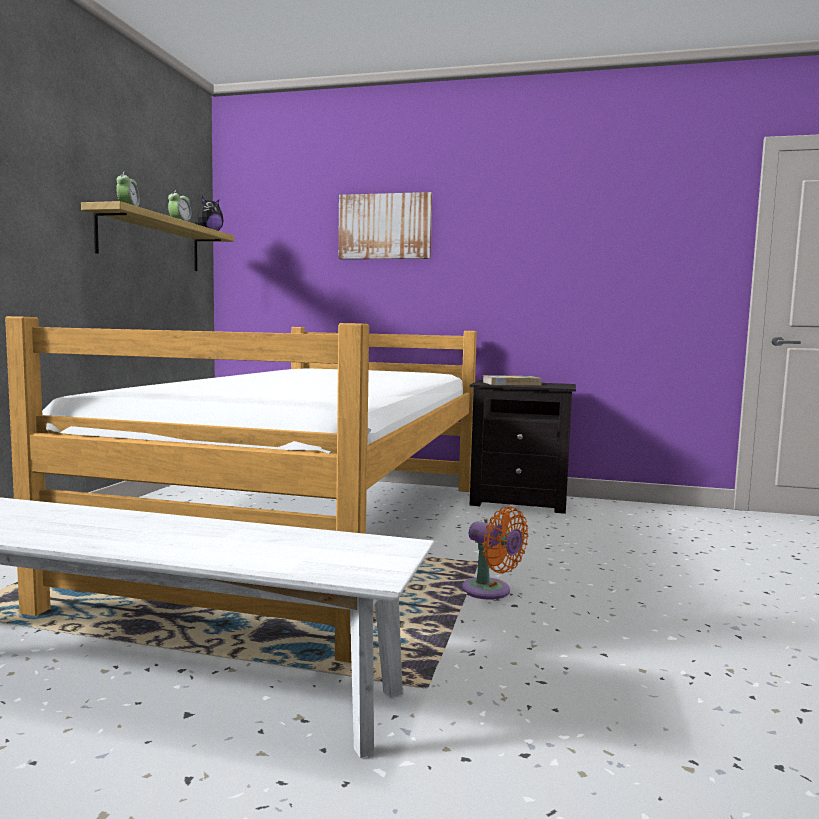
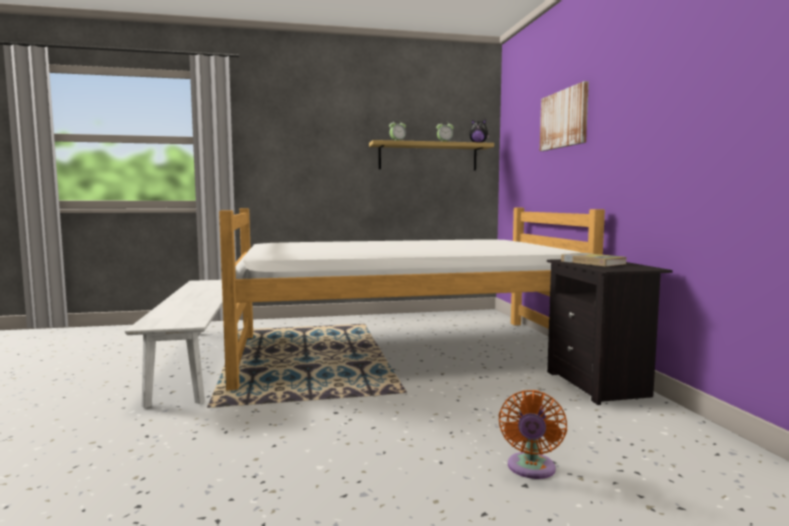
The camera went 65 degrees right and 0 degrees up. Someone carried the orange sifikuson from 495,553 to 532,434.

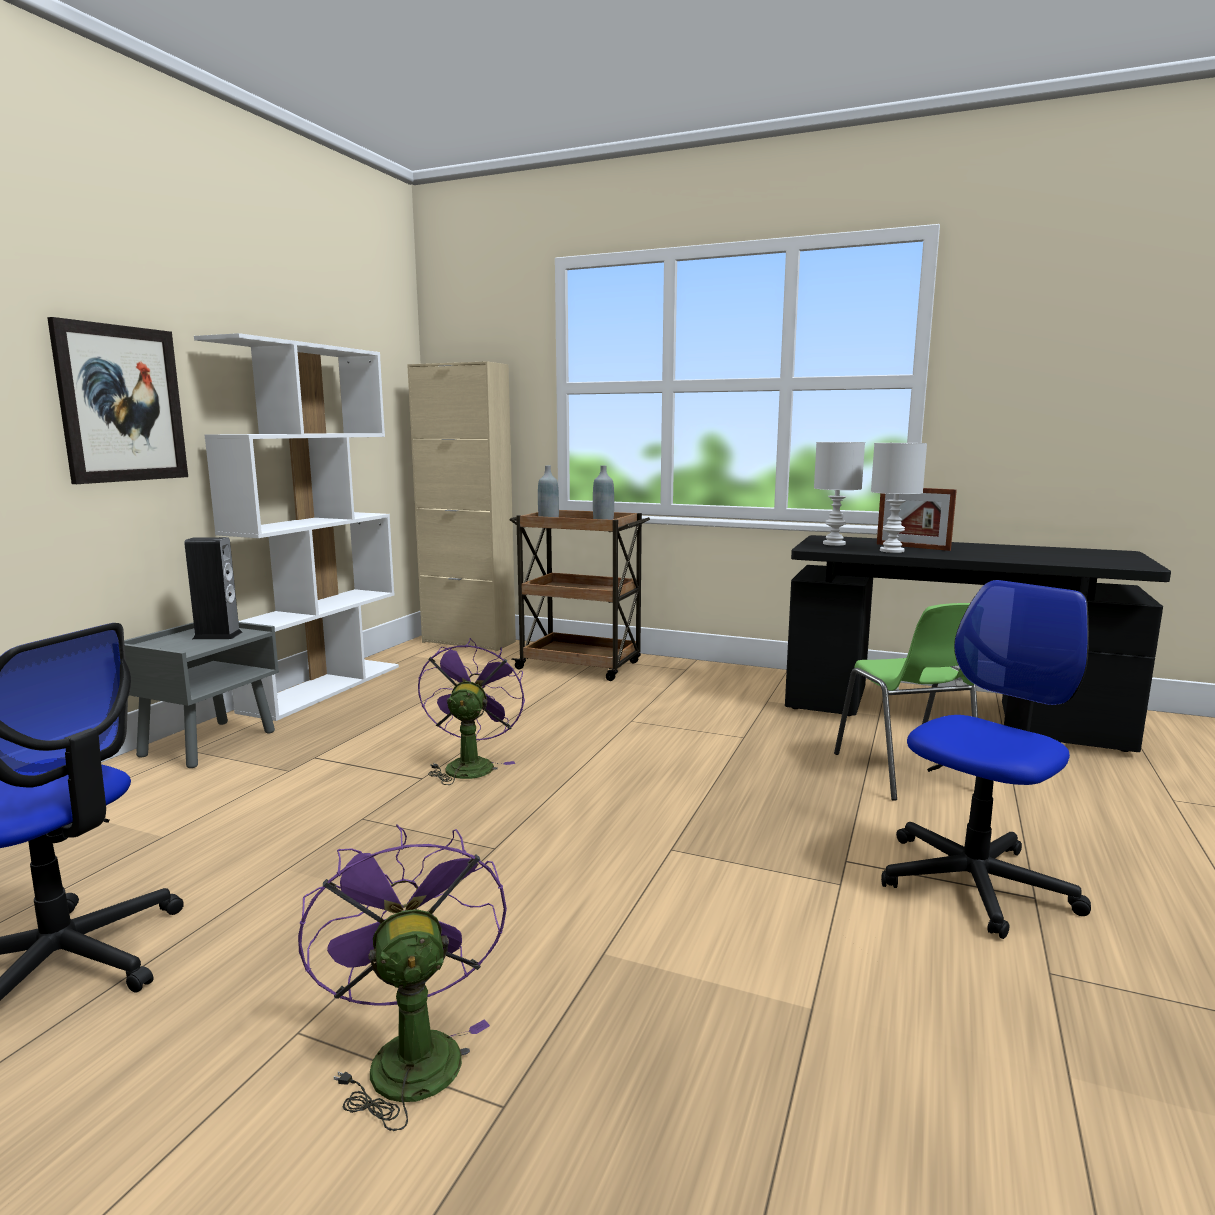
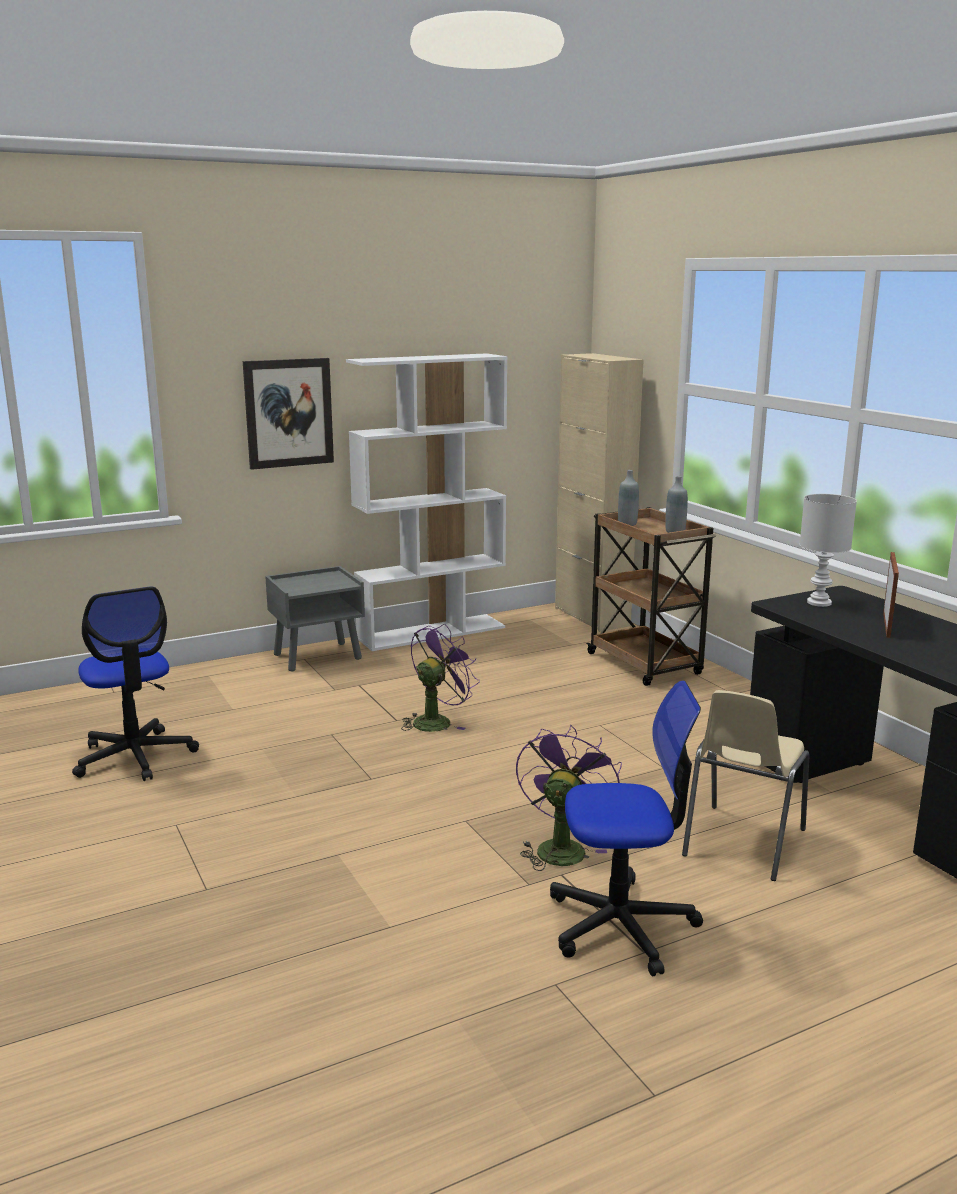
The camera went 40 degrees right and 5 degrees up. Someone carried the purple sifikuson from 402,977 to 569,798. Someone repainted the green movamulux at 906,702, which became the beige movamulux at 745,785. Someone rotated the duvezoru at 917,519 by 150 degrees counterclockwise. Someone took away the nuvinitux at 213,588. Someone took away the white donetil at 899,498.

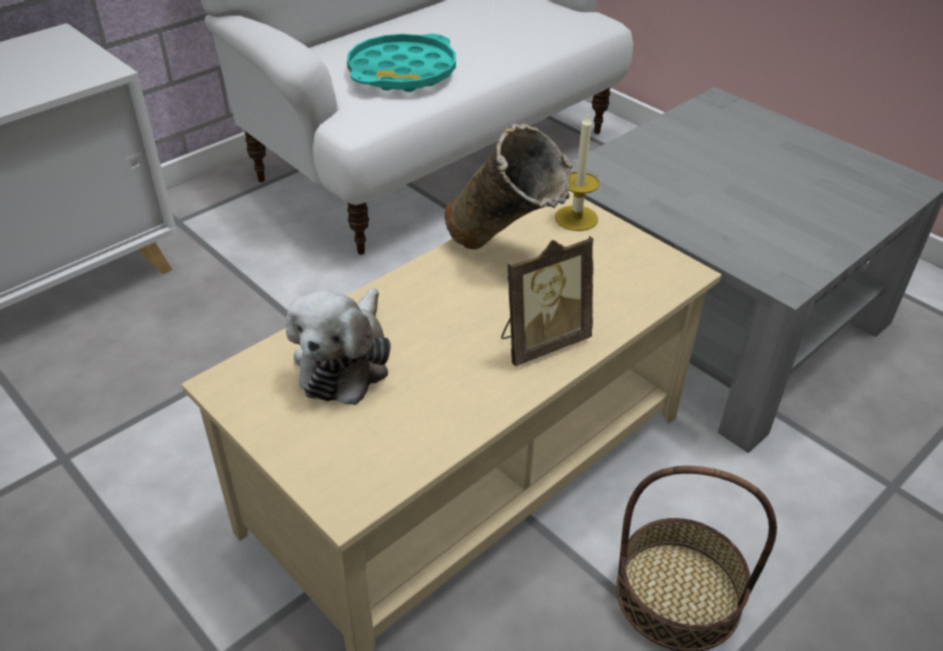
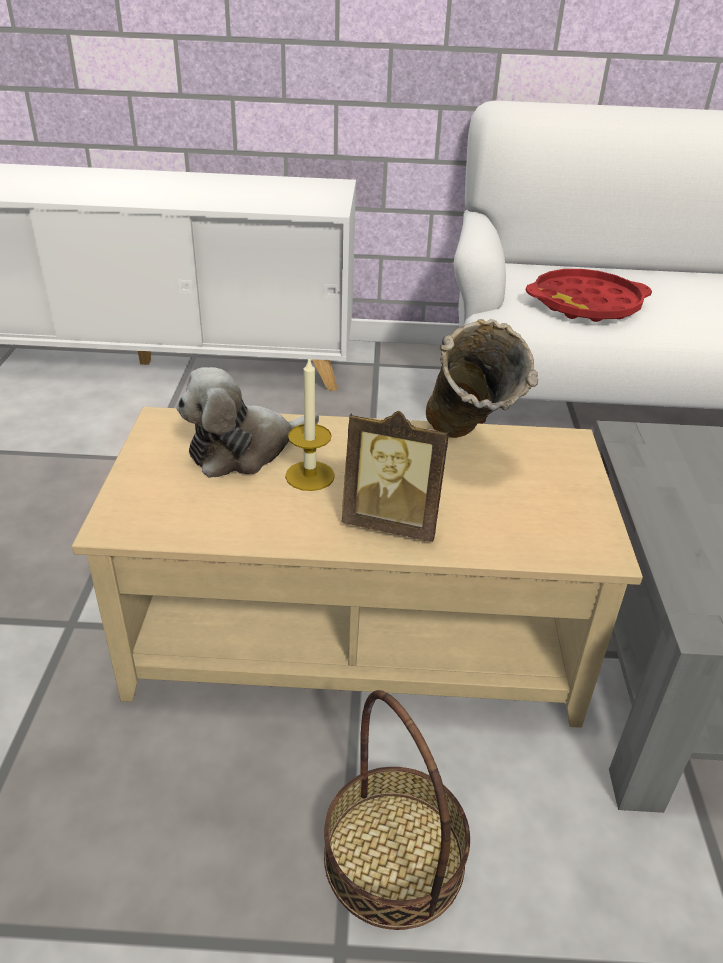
The camera went 45 degrees right and 5 degrees down. Someone carried the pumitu from 577,172 to 310,424. Someone repainted the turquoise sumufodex at 401,63, which became the red sumufodex at 589,295.

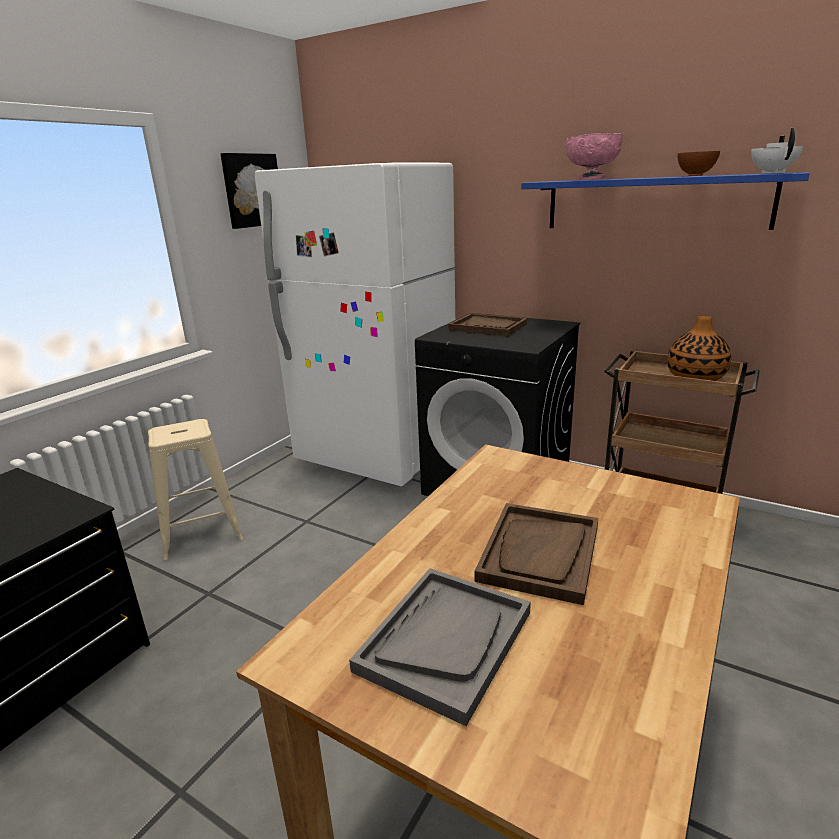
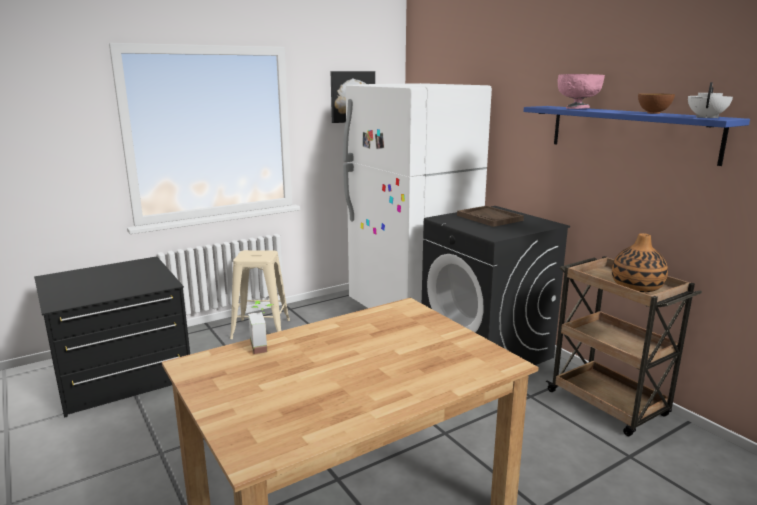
The camera went 25 degrees right and 5 degrees down. Someone put down the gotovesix at 261,327. Someone took away the grey sumufodex at 440,647. Someone took away the brown sumufodex at 536,554.

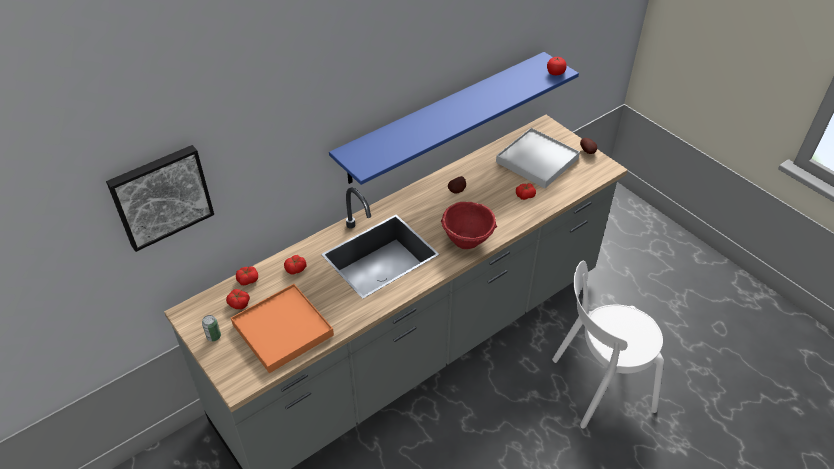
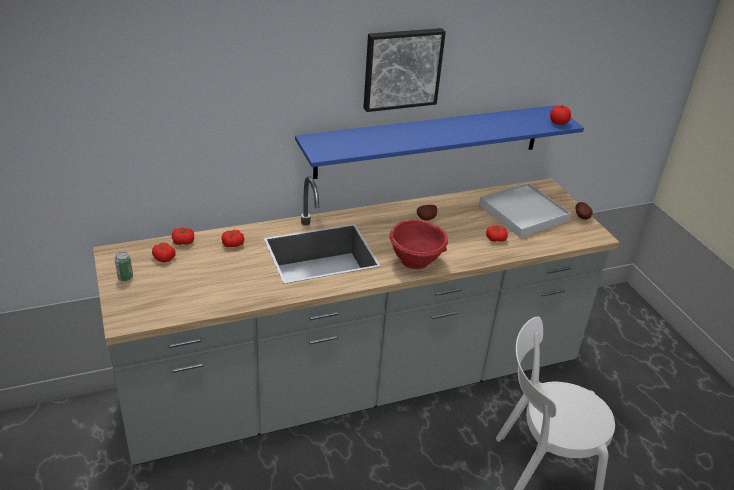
The camera went 15 degrees right and 10 degrees down. Someone carried the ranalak from 160,198 to 404,70. Someone took away the orange sumufodex at 282,328.

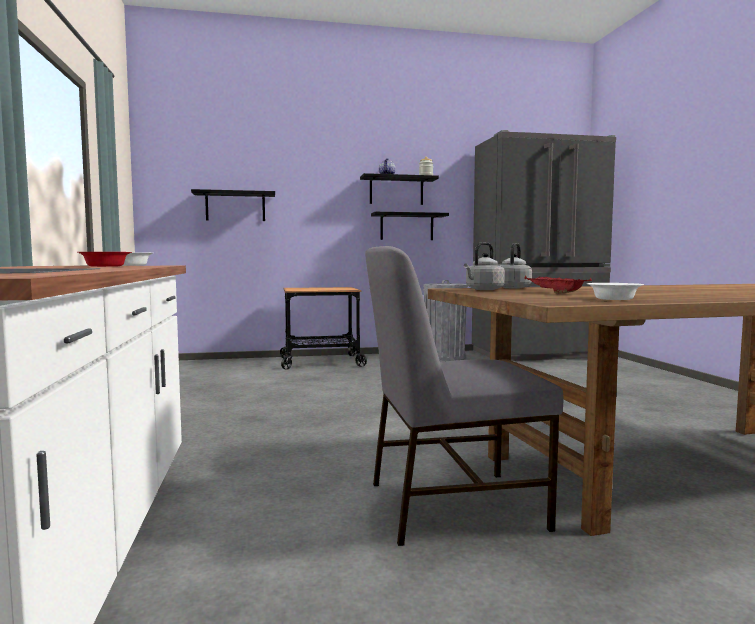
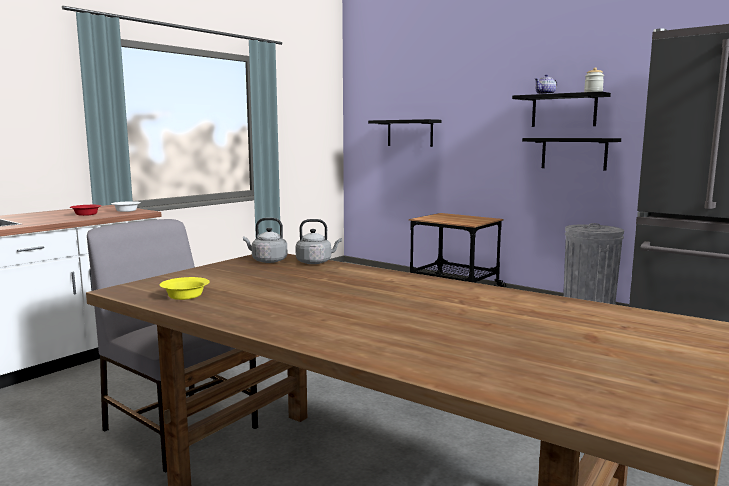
The camera went 50 degrees right and 5 degrees up. Someone repainted the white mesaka at 615,291, which became the yellow mesaka at 185,288. Someone took away the red sumufodex at 558,284.

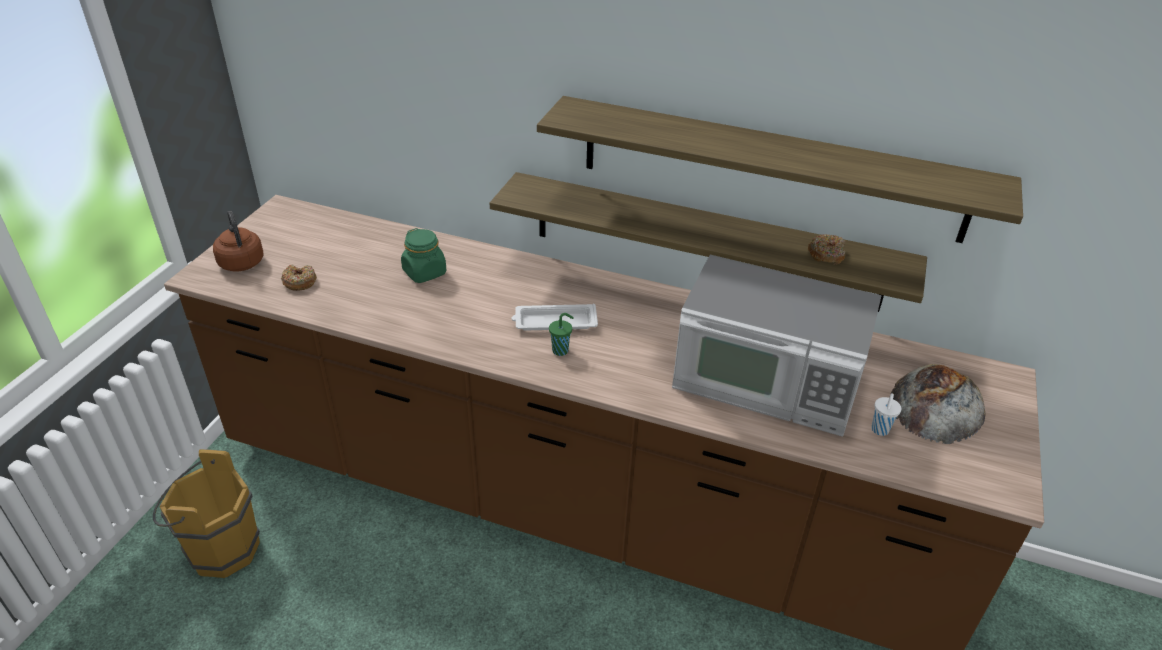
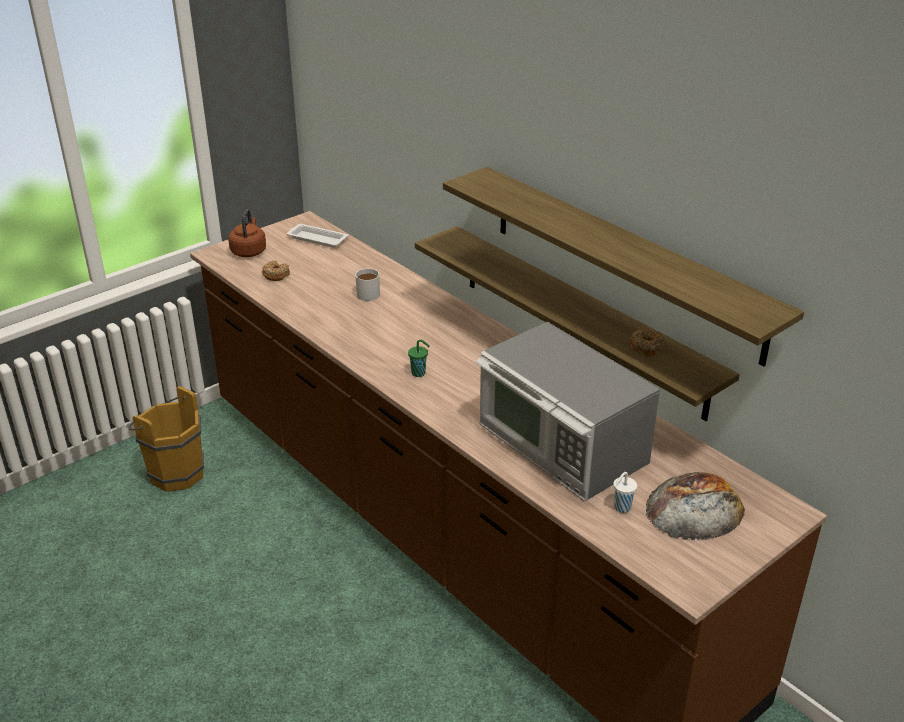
The camera went 30 degrees right and 5 degrees down. Someone carried the white sumufodex from 554,317 to 318,236. Someone swapped the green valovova at 423,255 for the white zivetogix at 367,285.

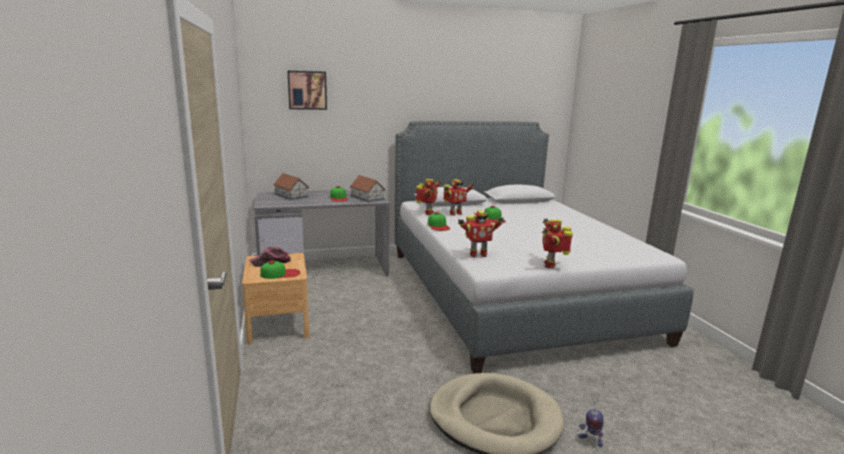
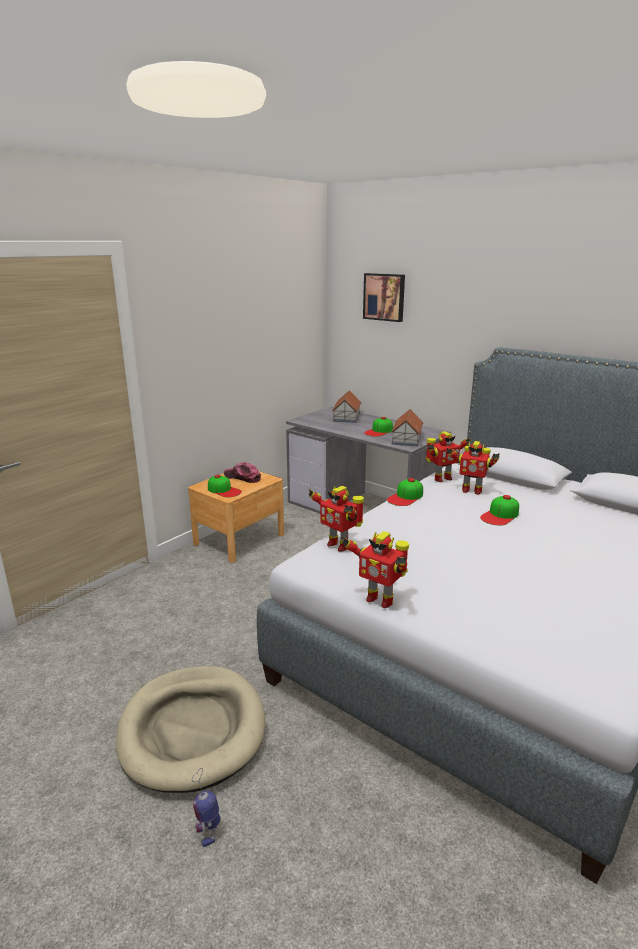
The camera went 55 degrees right and 5 degrees up. Someone rotated the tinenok at 557,243 by 120 degrees counterclockwise.

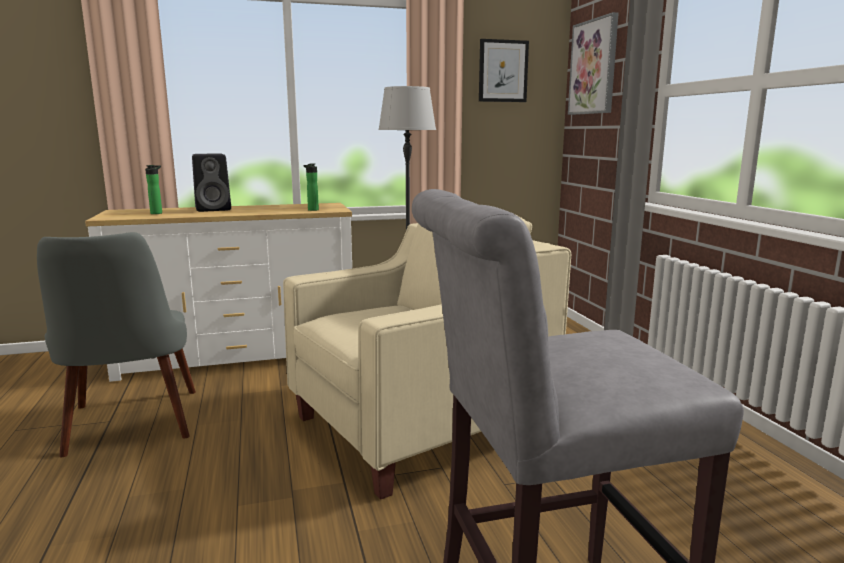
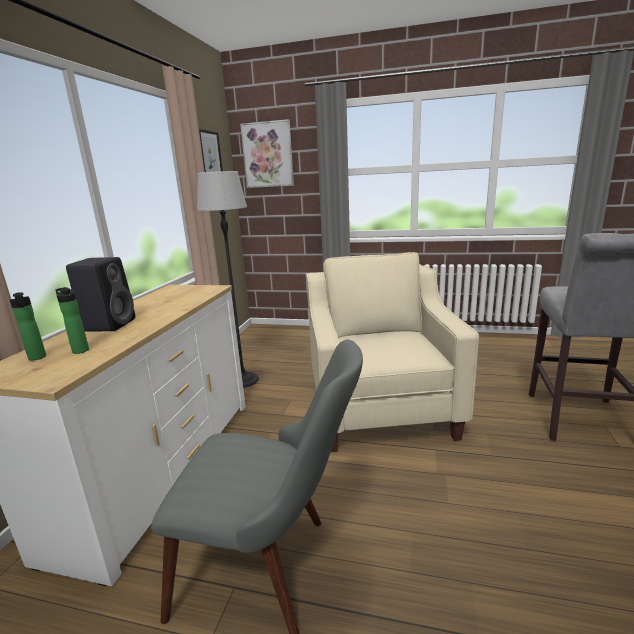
The camera went 60 degrees left and 5 degrees up. Someone carried the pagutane from 311,187 to 28,327.

